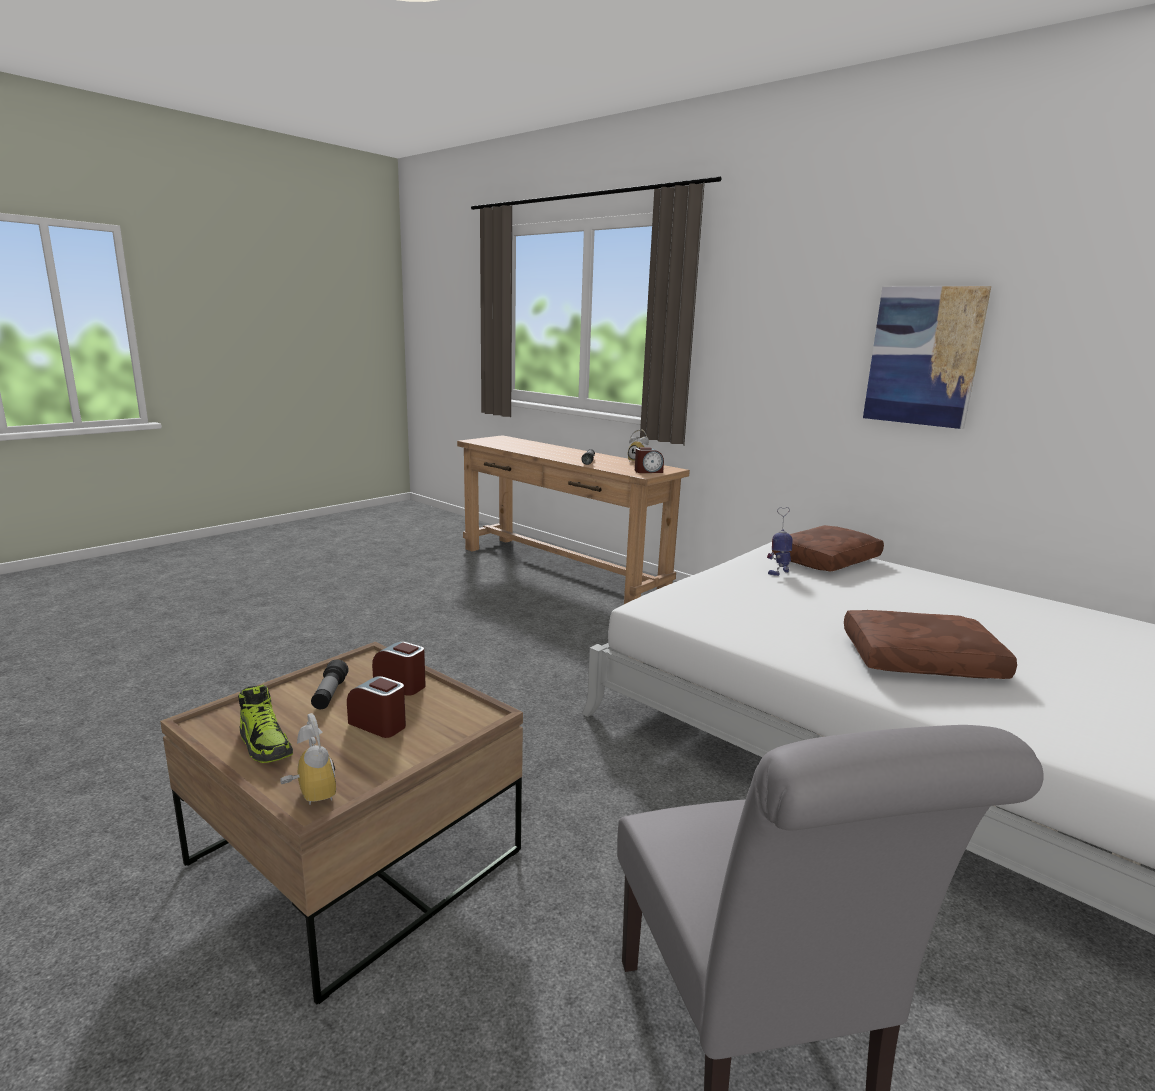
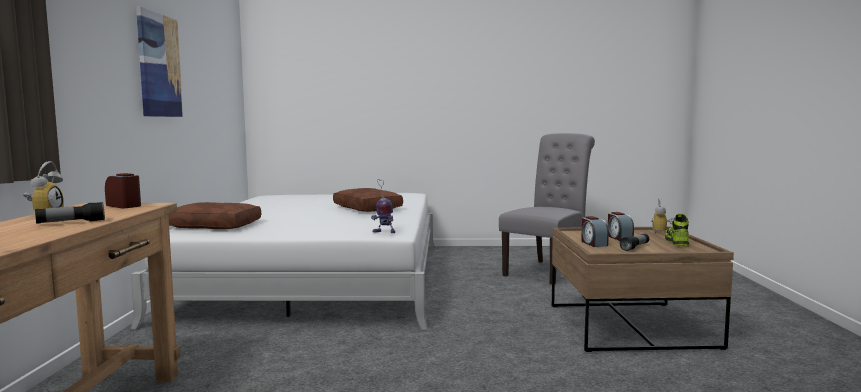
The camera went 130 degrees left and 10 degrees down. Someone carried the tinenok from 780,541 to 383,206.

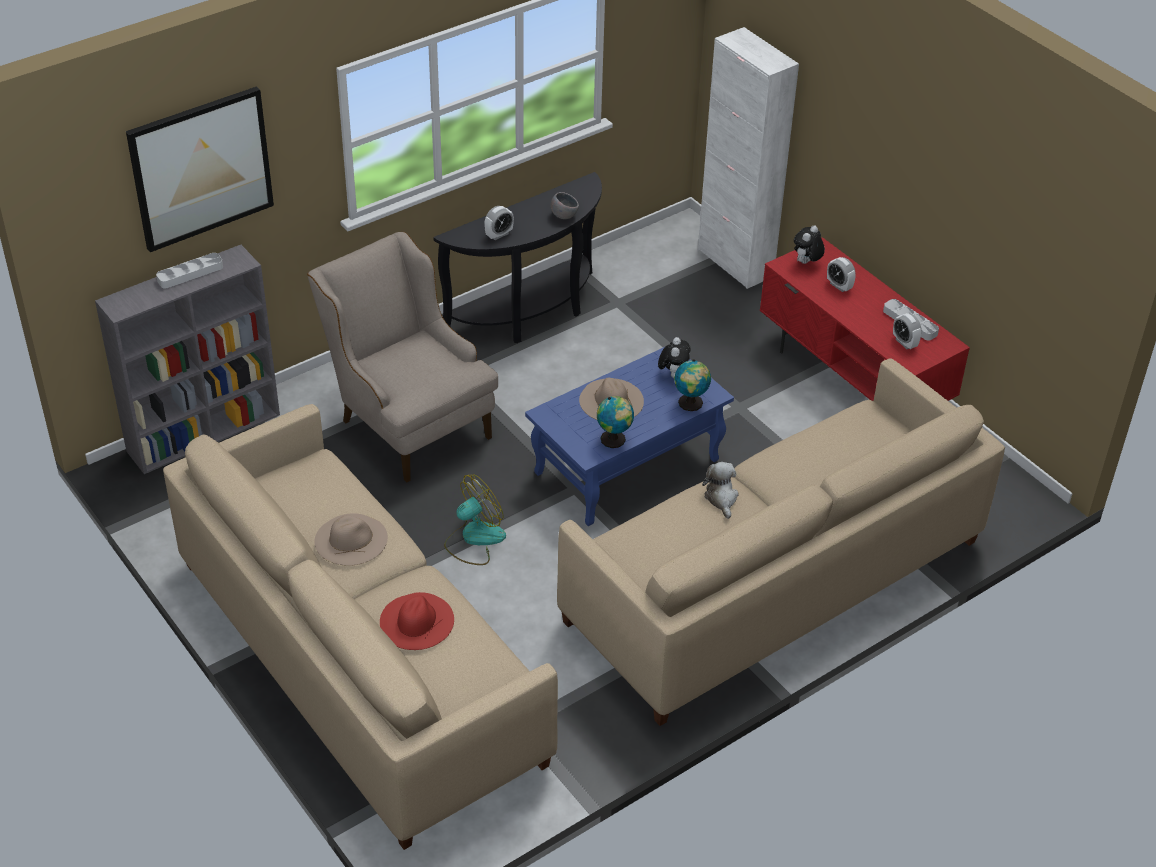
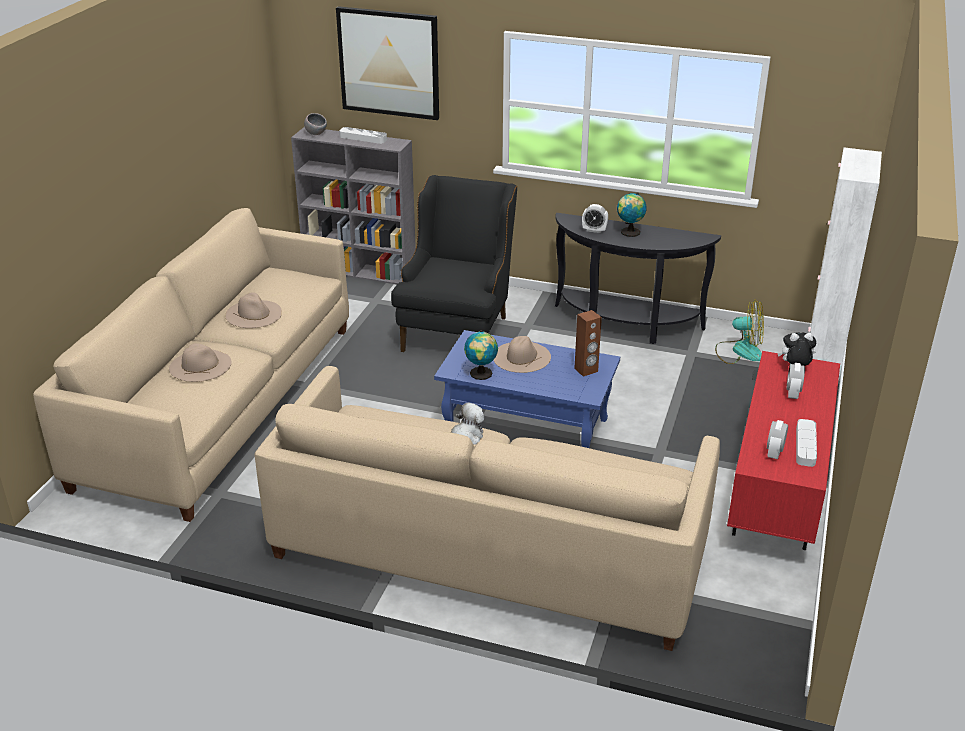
The camera went 55 degrees right and 10 degrees down. Someone repainted the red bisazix at 417,621, which became the beige bisazix at 200,362. Someone carried the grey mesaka from 565,205 to 315,124. Someone repainted the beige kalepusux at 402,357, which became the black kalepusux at 454,263. Someone swapped the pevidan at 674,357 for the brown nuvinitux at 588,343. Someone carried the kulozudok from 692,385 to 632,215. Someone carried the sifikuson from 475,519 to 739,332.

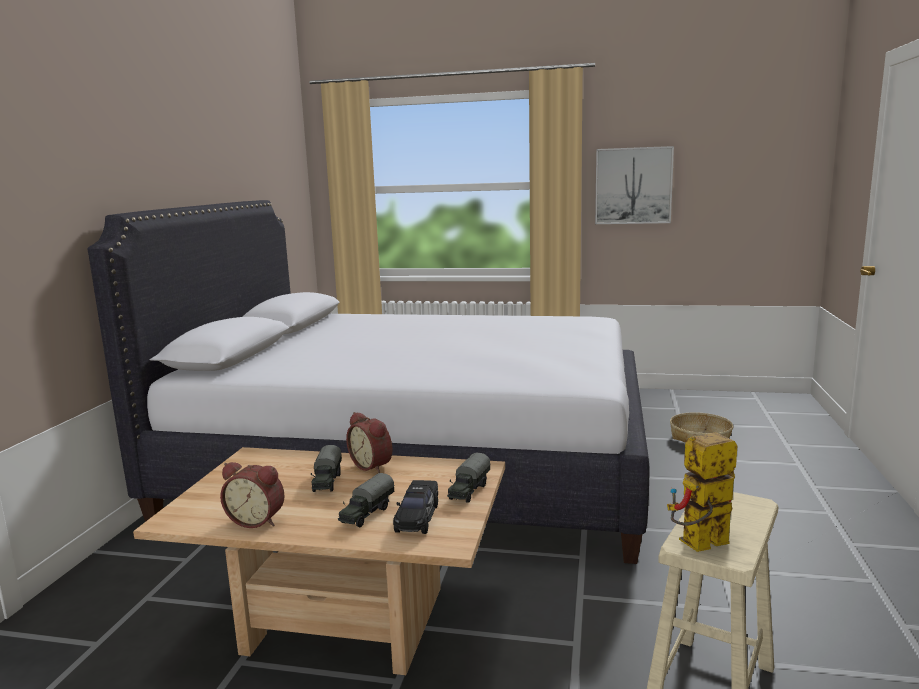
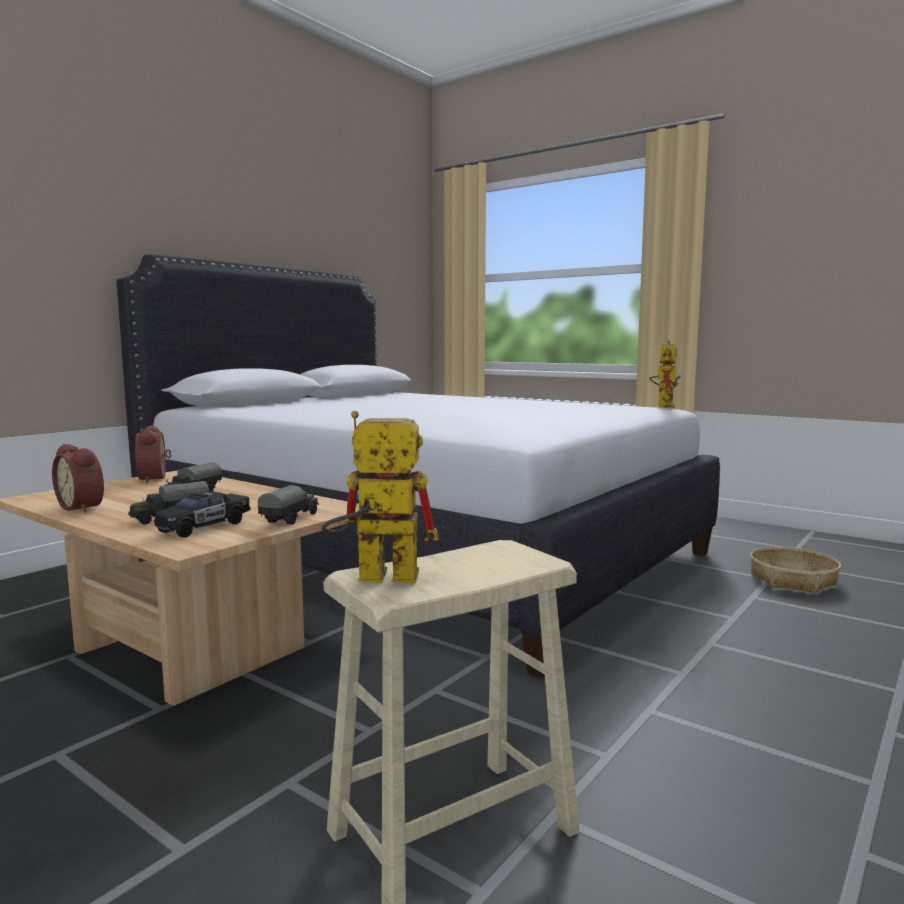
The camera went 25 degrees right and 5 degrees down. Someone carried the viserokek from 369,442 to 153,454. Someone rotated the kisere at 468,478 by 150 degrees clockwise. Someone put down the tinenok at 665,374. Someone took away the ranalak at 634,185.

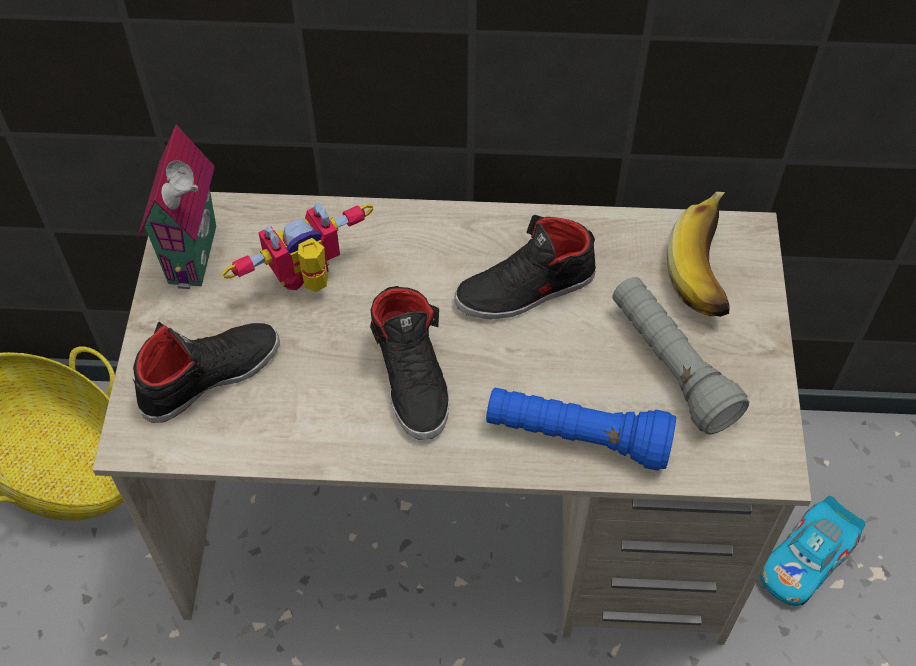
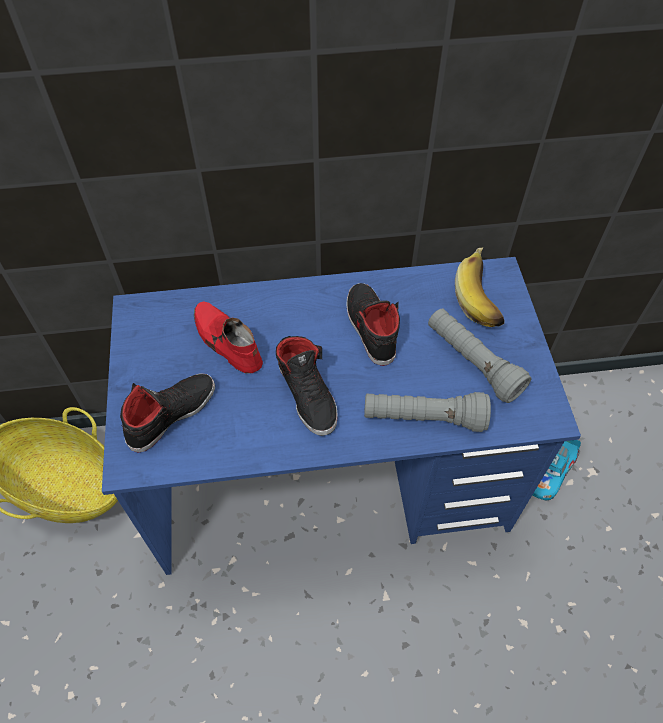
The camera went 10 degrees left and 0 degrees up. Someone repainted the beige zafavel at 452,418, which became the blue zafavel at 341,416. Someone swapped the tinenok at 298,247 for the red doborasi at 228,337. Someone rotated the black doborasi at 525,267 by 105 degrees clockwise. Someone repainted the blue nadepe at 581,429, which became the grey nadepe at 427,412. Someone took away the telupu at 177,207.

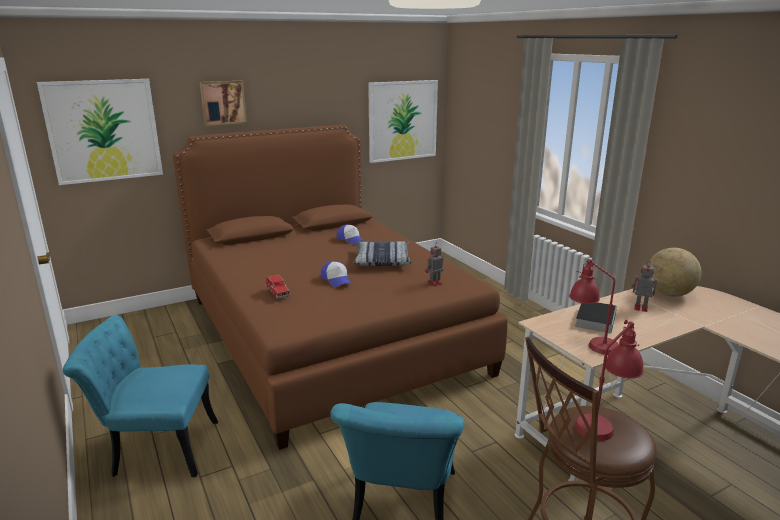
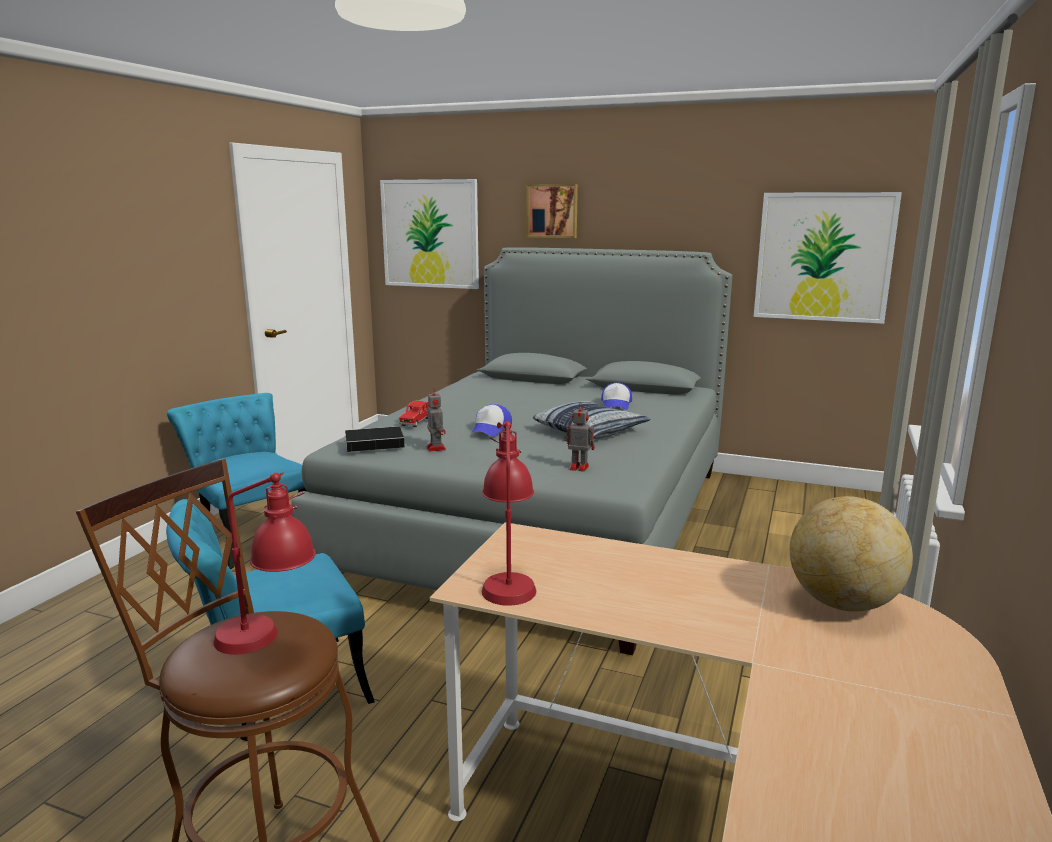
The camera went 50 degrees right and 5 degrees down. Someone repainted the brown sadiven at 340,287, which became the grey sadiven at 512,451. Someone carried the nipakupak from 596,318 to 380,439. Someone carried the tinenok from 644,286 to 436,420.

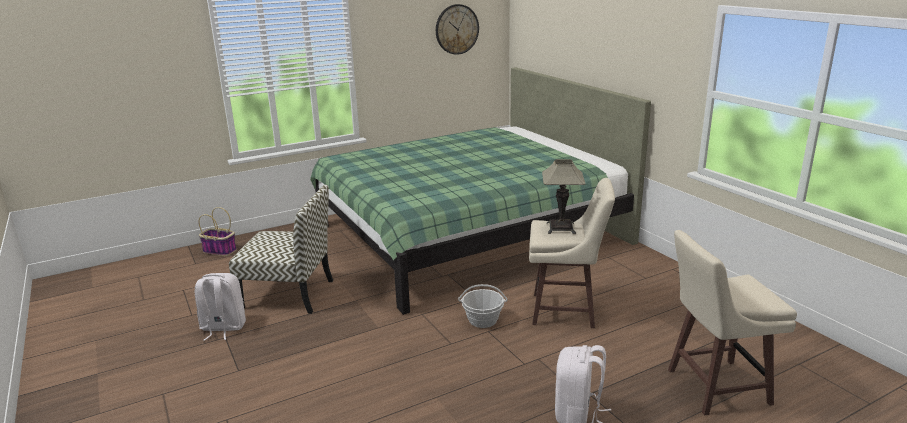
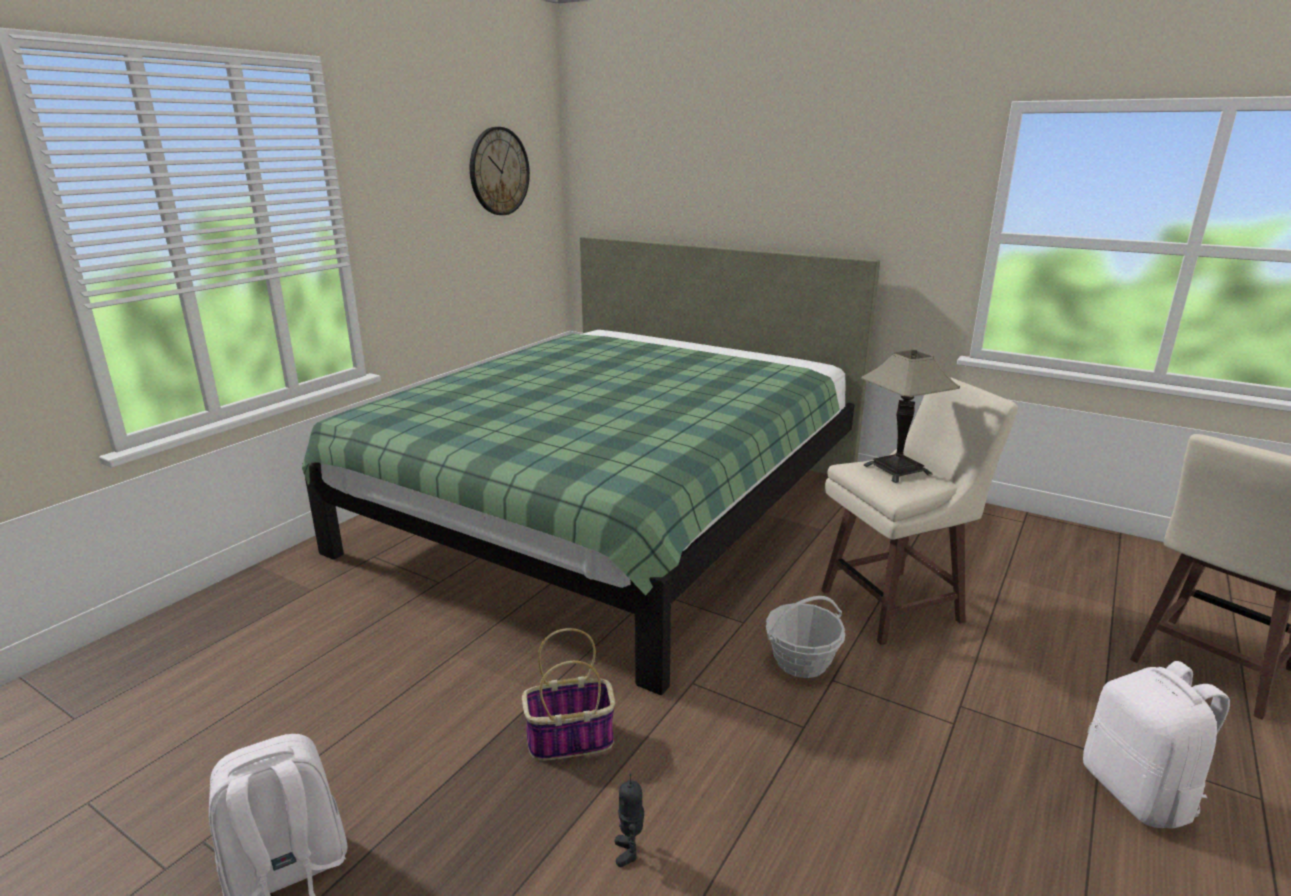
The camera went 30 degrees left and 0 degrees up. Someone carried the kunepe from 218,231 to 568,694. Someone put down the tinenok at 629,820. Someone took away the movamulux at 281,249.

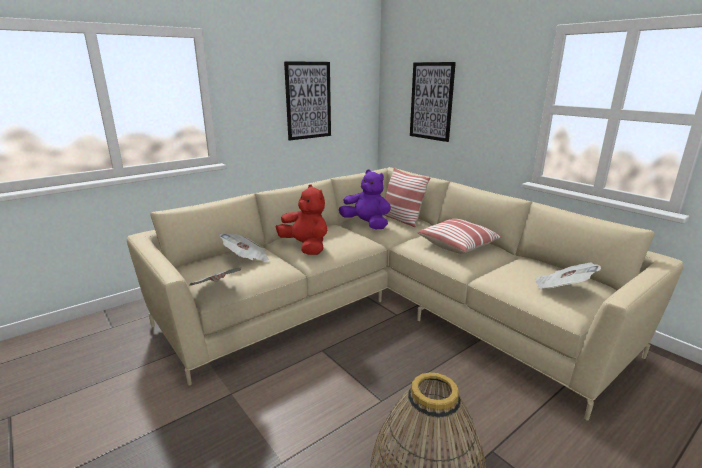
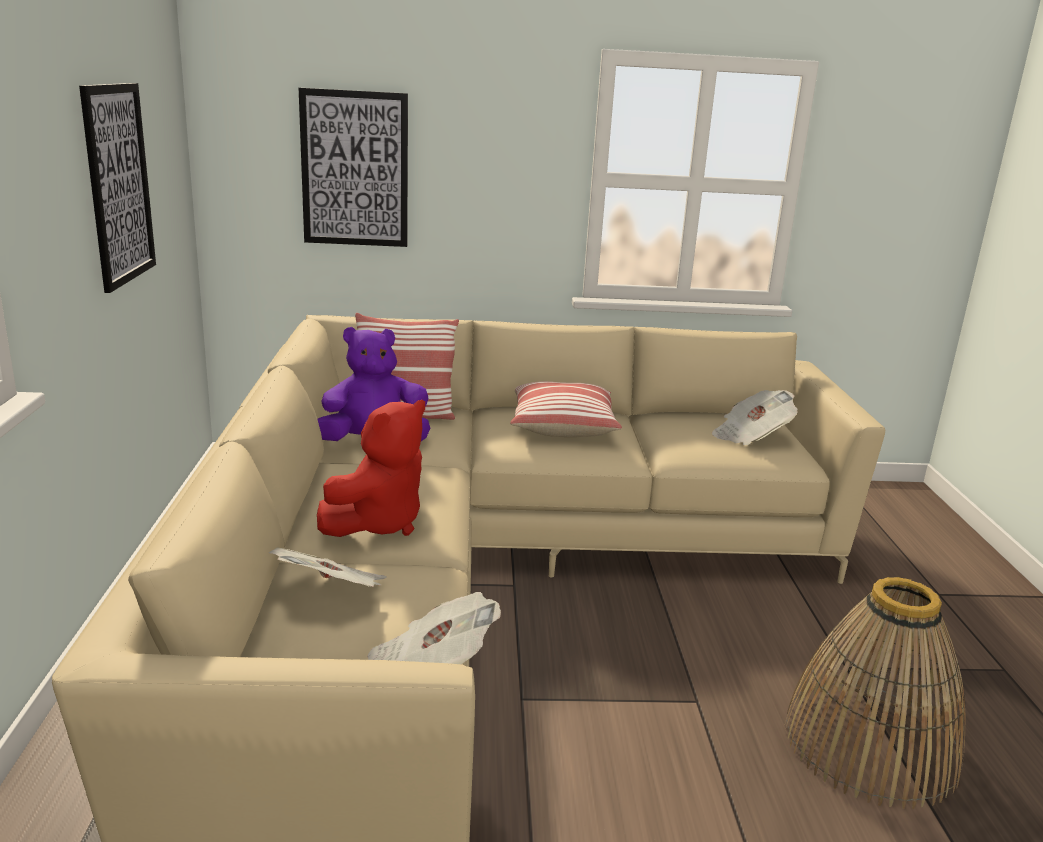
The camera went 55 degrees left and 0 degrees up. Someone rotated the red pevidan at 301,220 by 135 degrees clockwise.

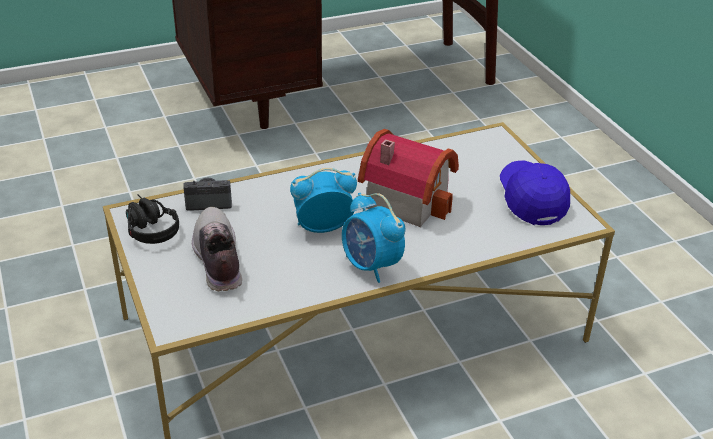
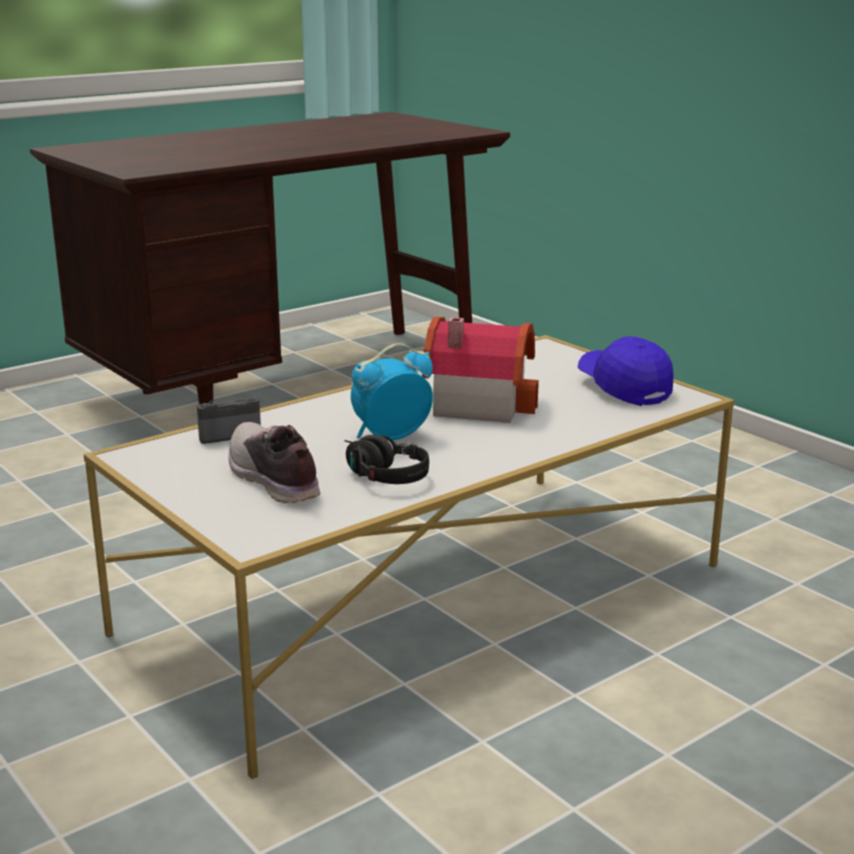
The camera went 15 degrees left and 15 degrees down. Someone carried the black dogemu from 152,219 to 386,459. Someone took away the viserokek at 374,238.

